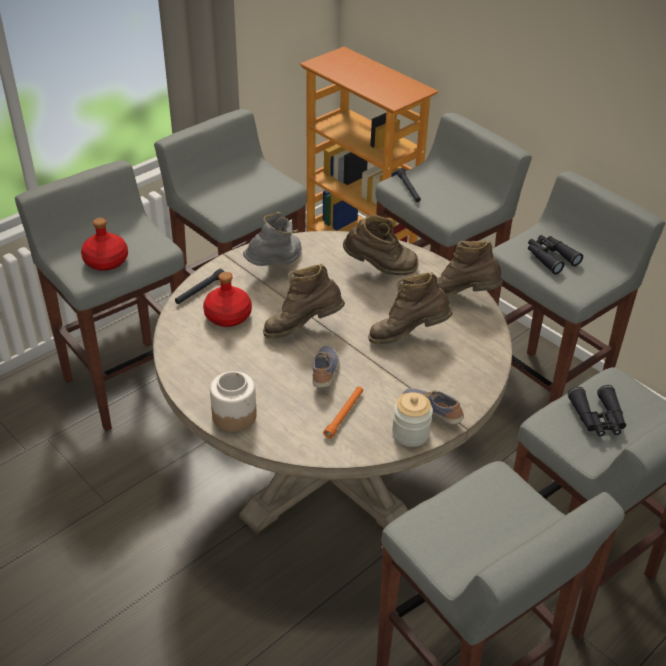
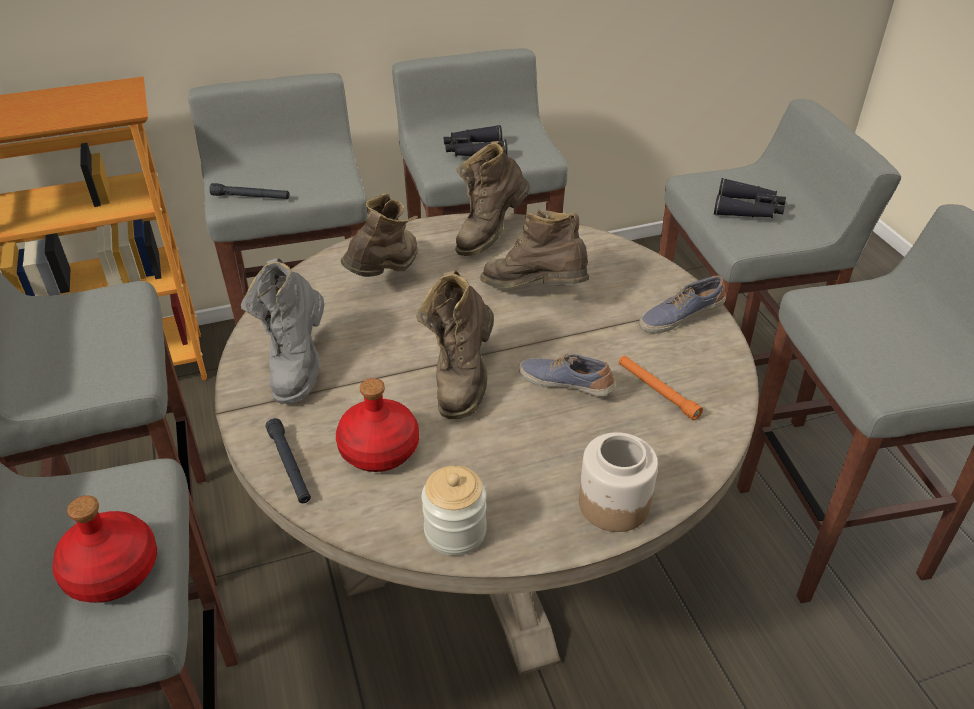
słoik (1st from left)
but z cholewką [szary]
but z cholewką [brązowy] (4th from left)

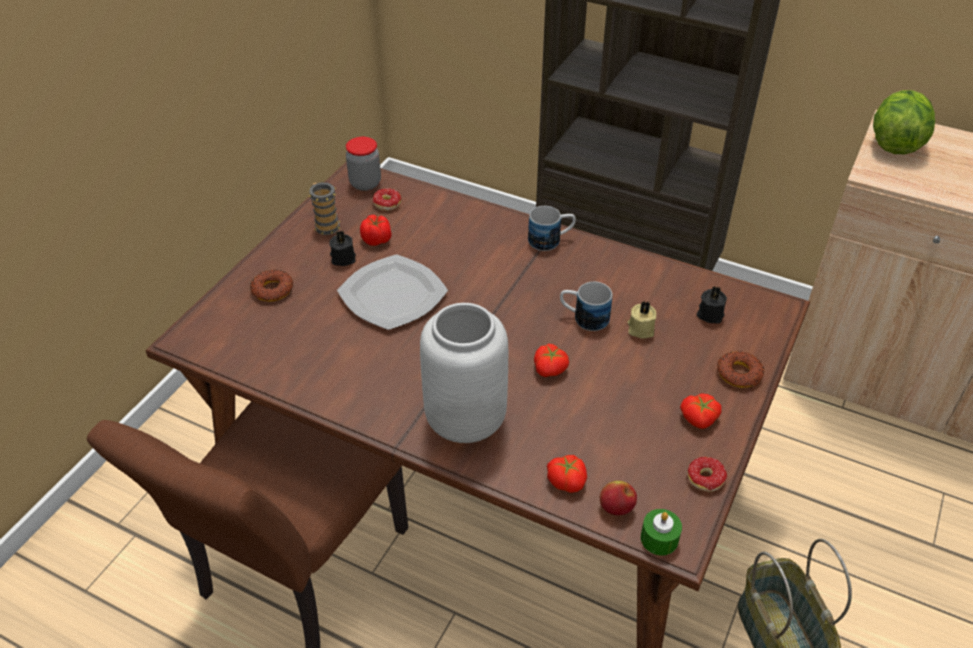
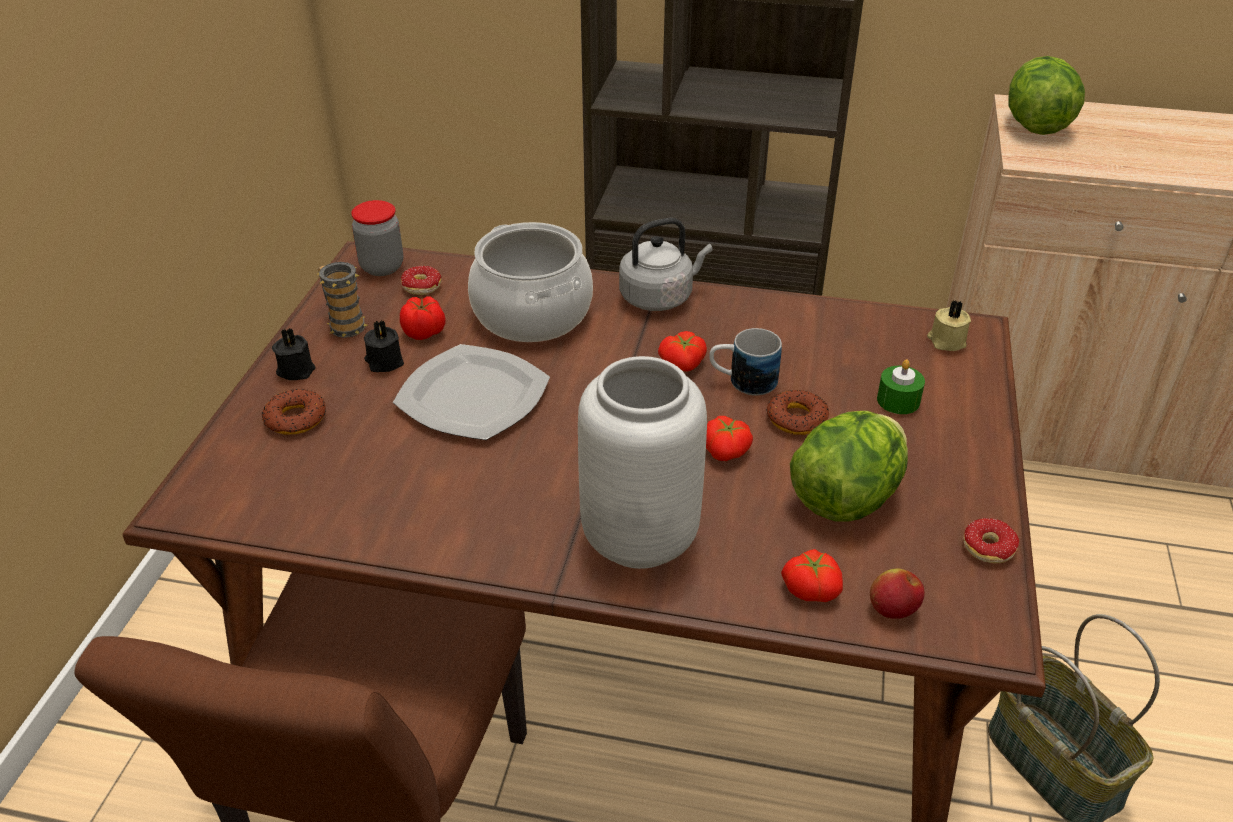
garnek
sałata (1st from left)
świeca [beżowy]
świeca [zielony]
pomidor (2nd from left)
świeca [czarny] (1st from left)
donut (3rd from left)
czajnik [szary]

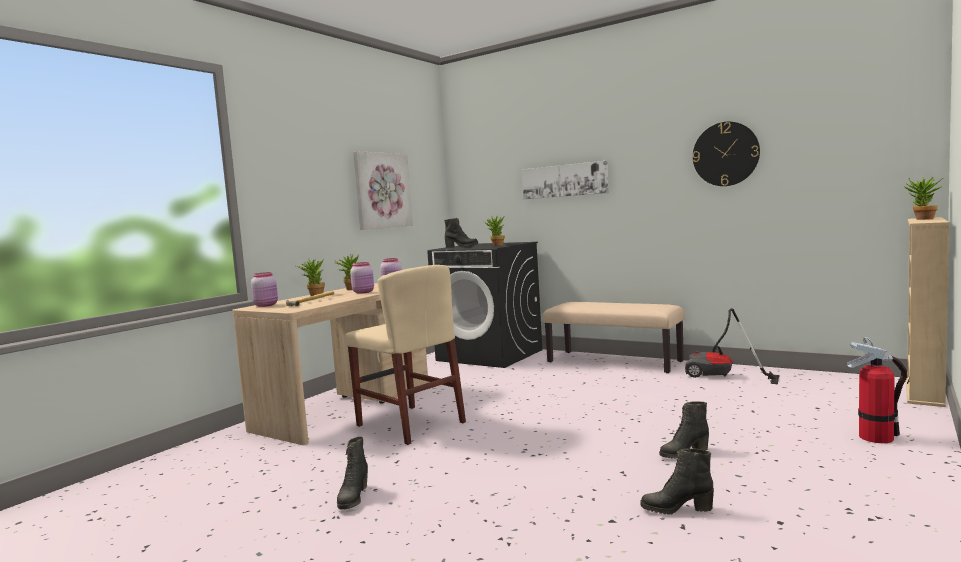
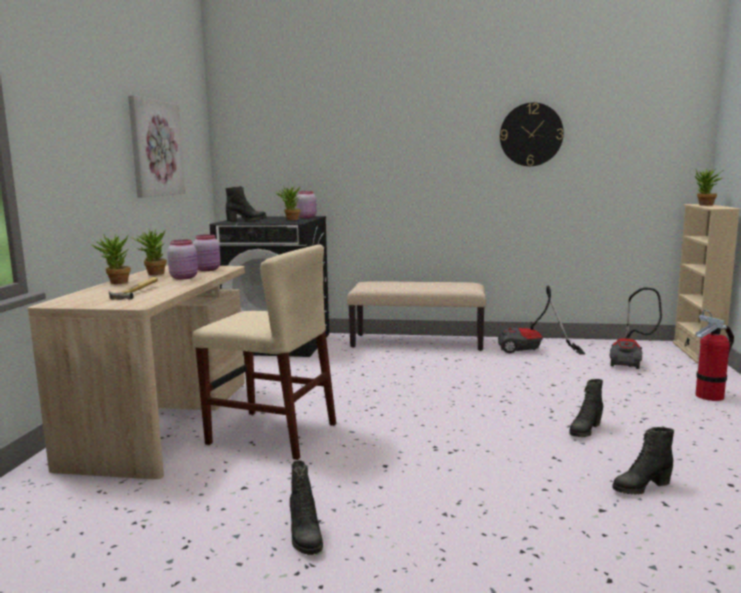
obraz (2nd from left in the first image)
odkurzacz (2nd from left)
słoik [różowy] (3rd from left)

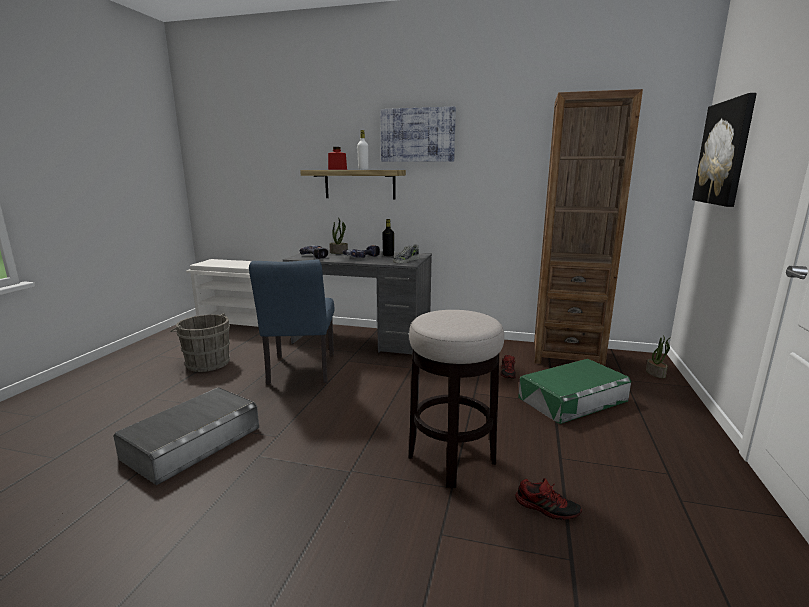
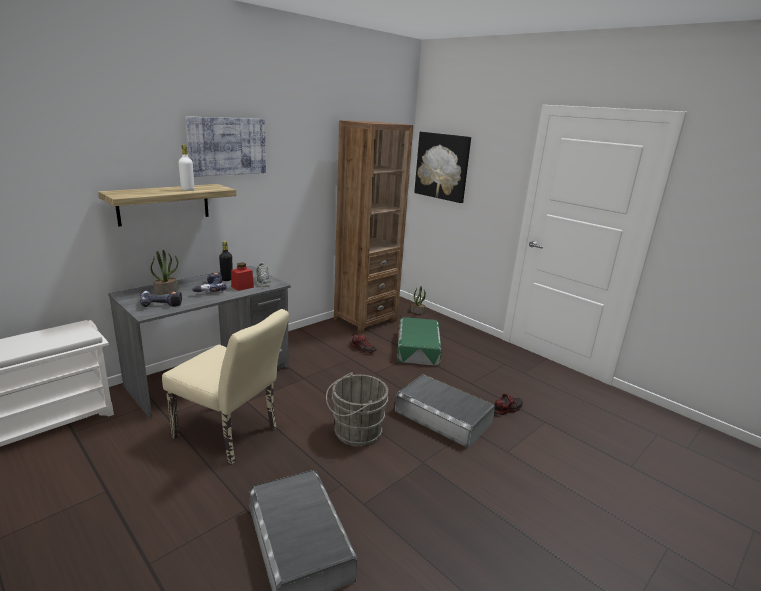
wiadro [szary]
słoik [czerwony]
pojemnik do przechowywania [szary] (2nd from left)
krzesło [beżowy]

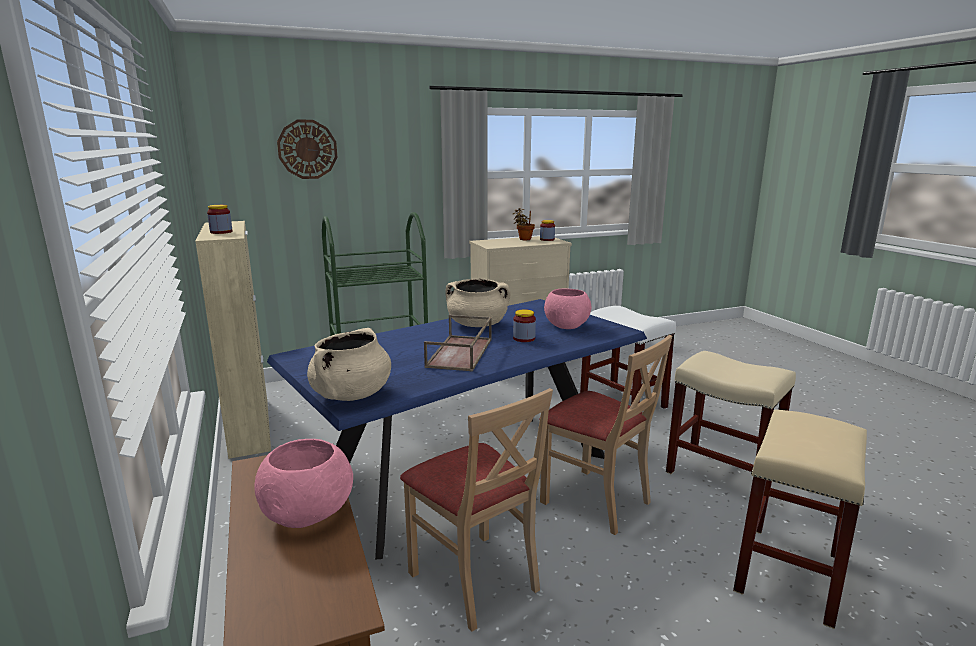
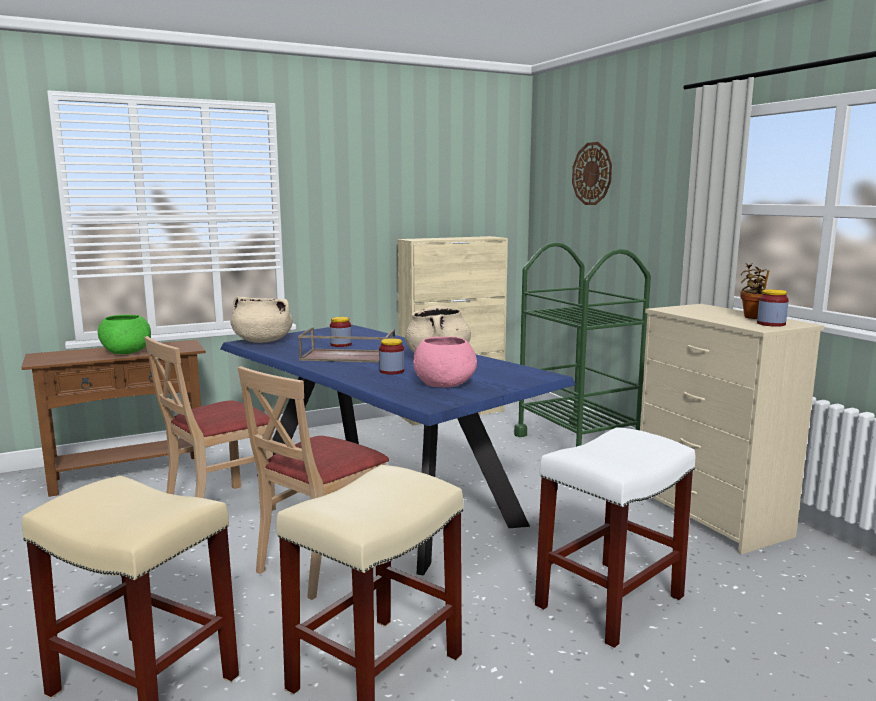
słoik (1st from left)
miska [zielony]

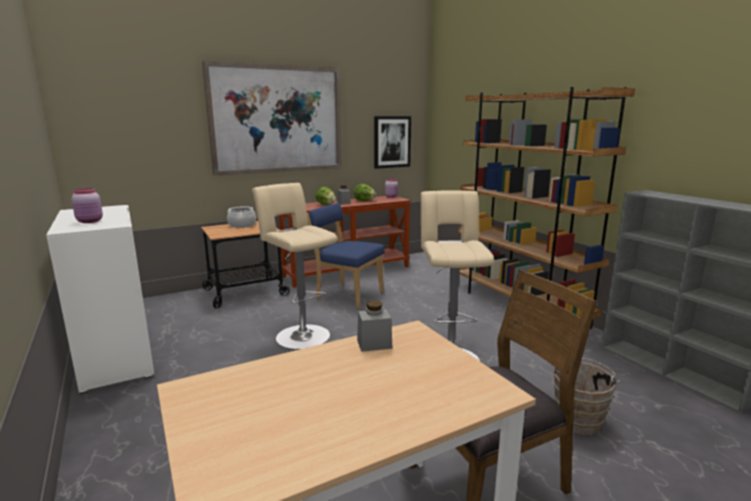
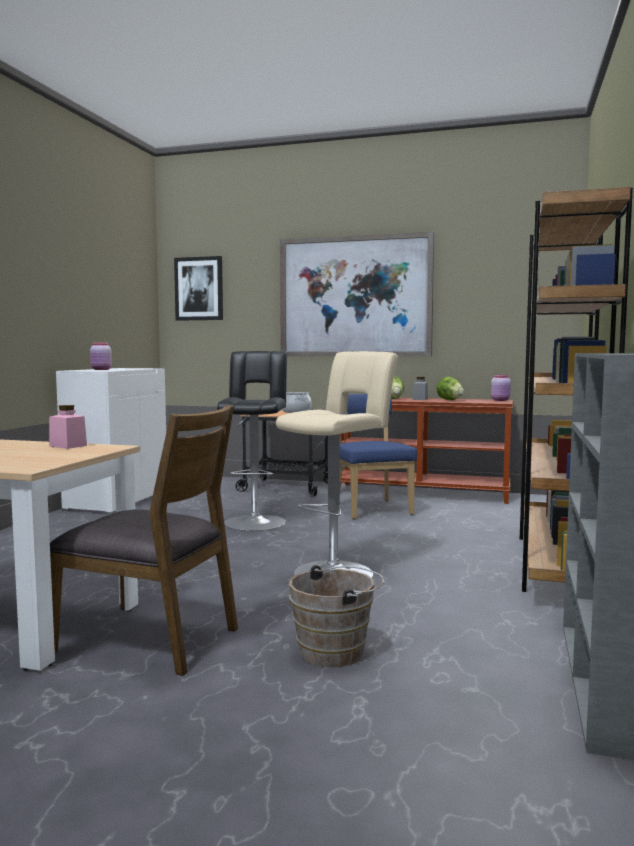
obraz (1st from left)
stołek [czarny]
słoik [różowy] (1st from left)

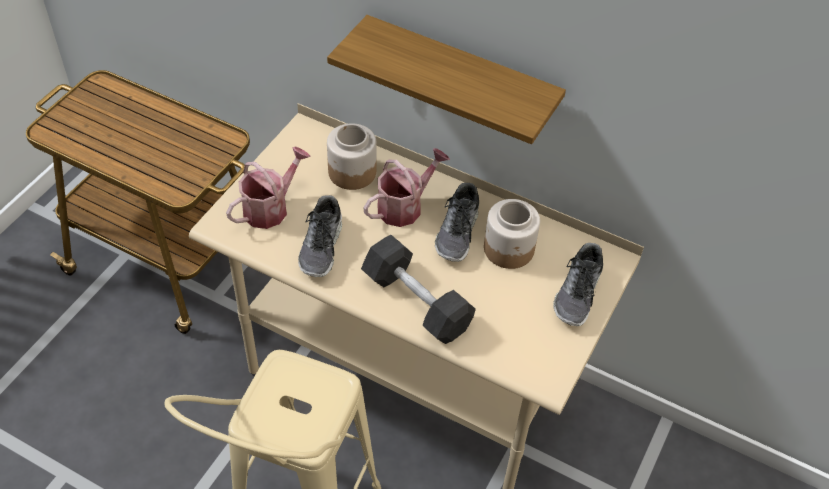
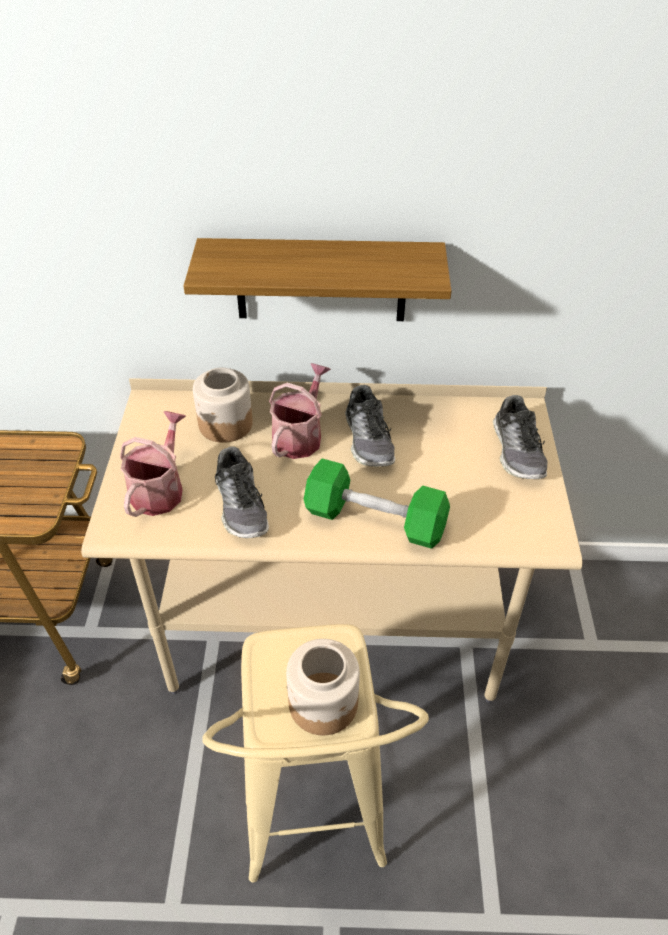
słoik (2nd from left)
hantel [zielony]

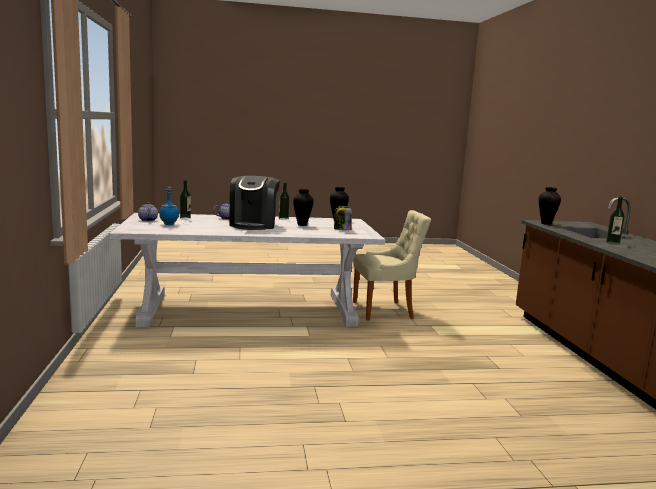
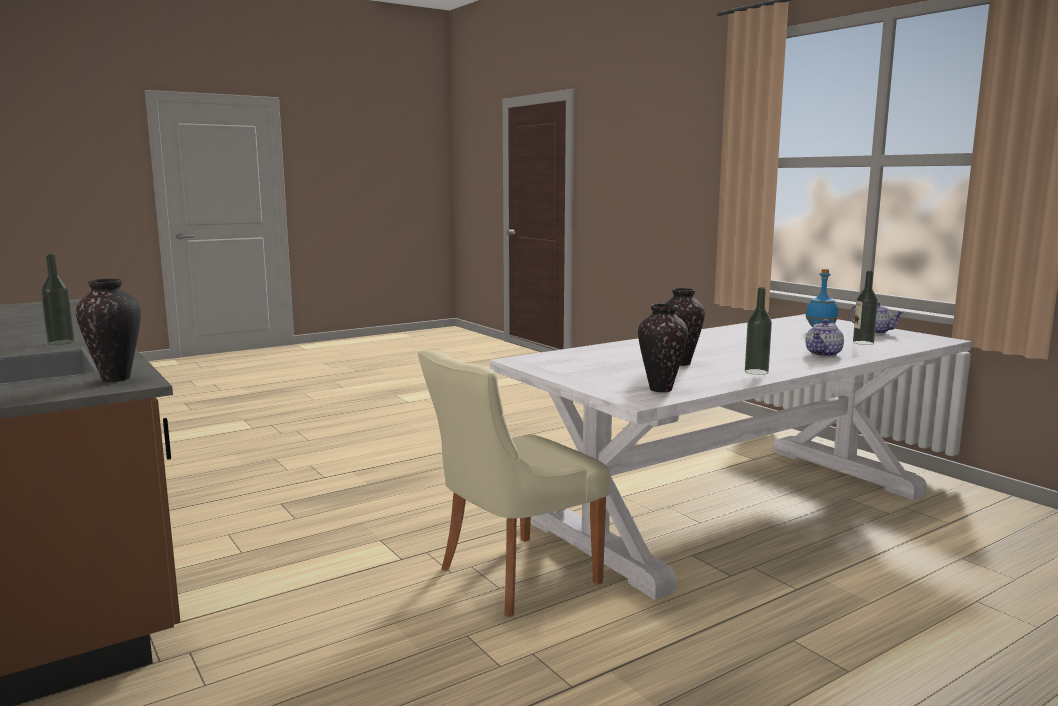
ekspres do kawy
słoik

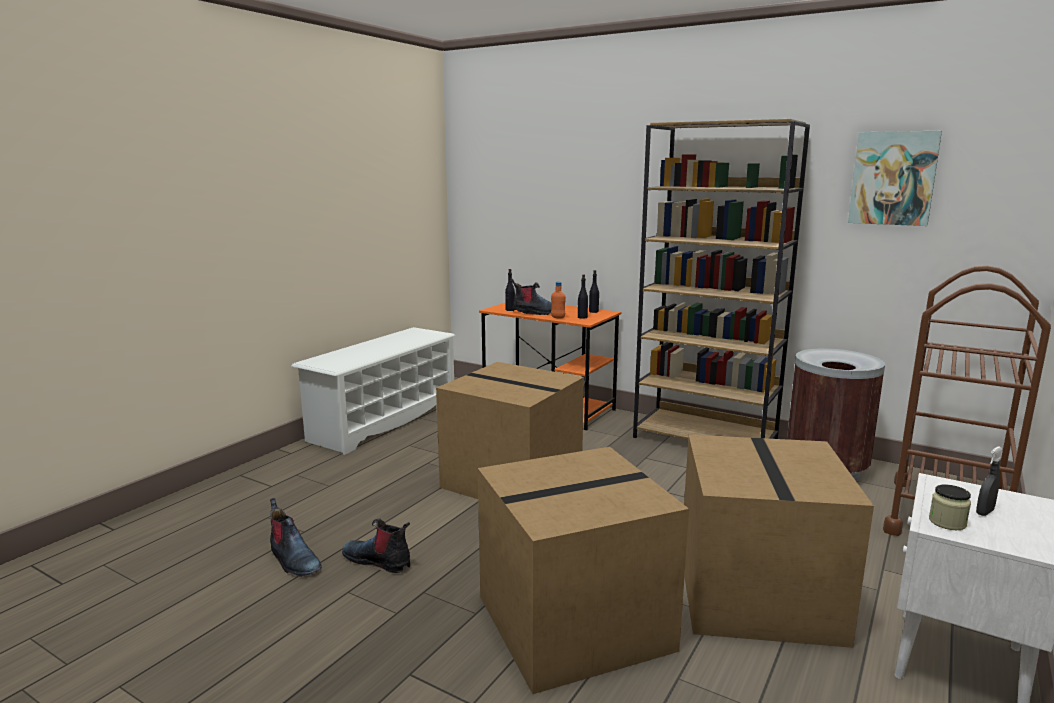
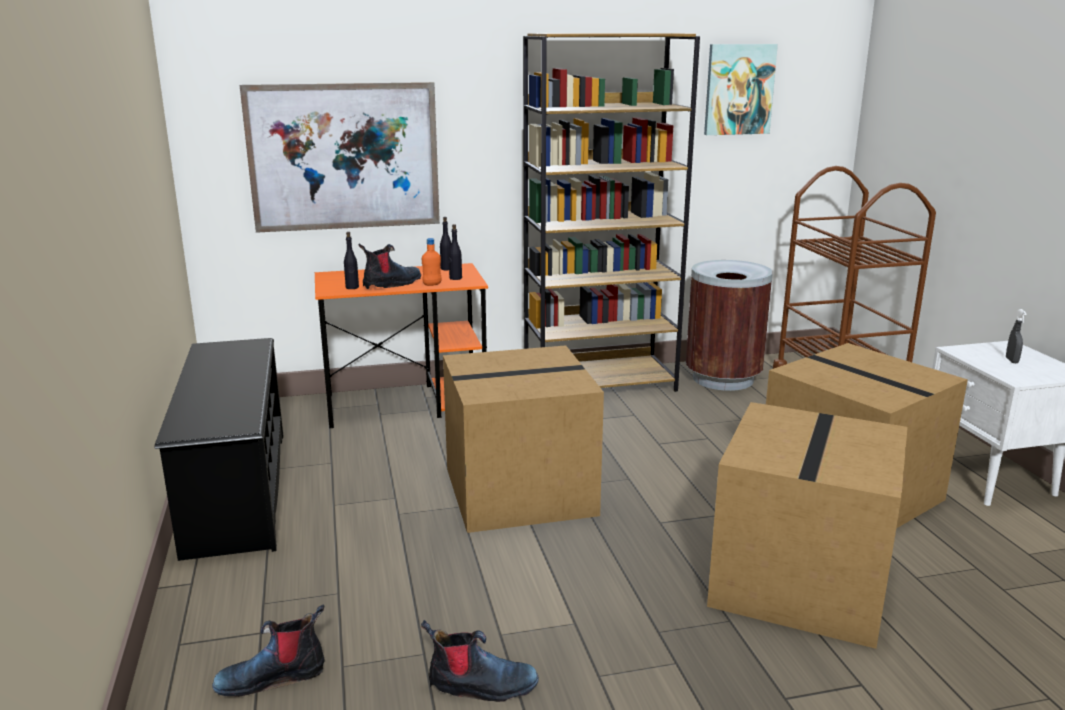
słoik
obraz (1st from left)
but z cholewką (1st from left)
regał na buty [czarny]

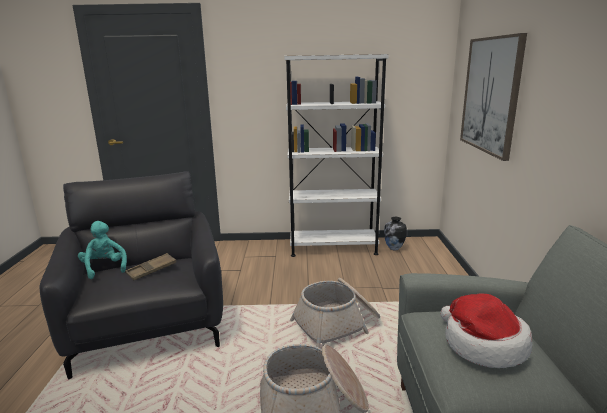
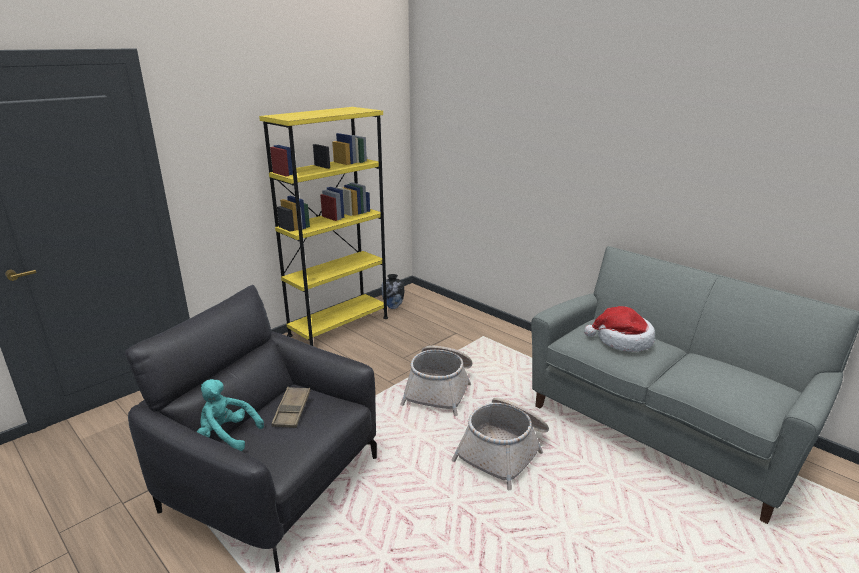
obraz
regał [żółty]

